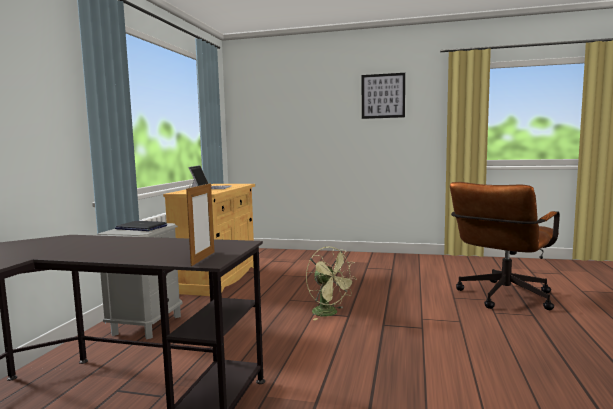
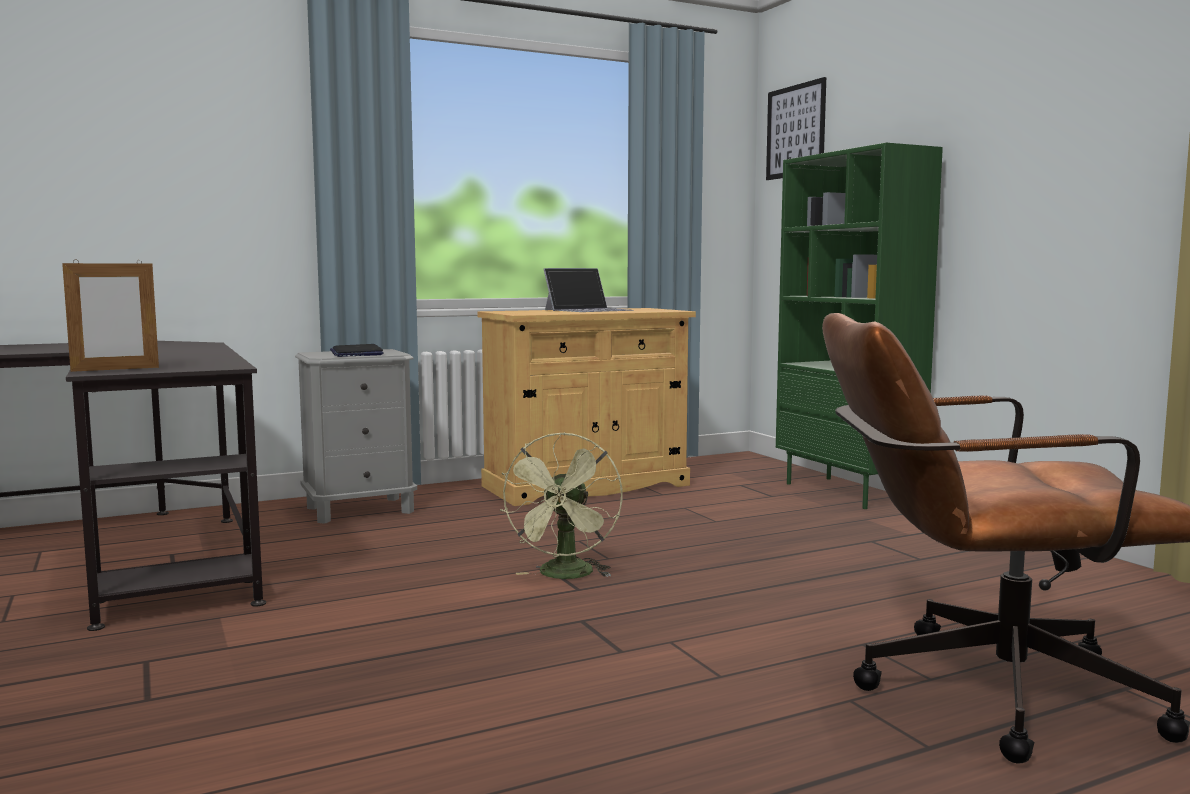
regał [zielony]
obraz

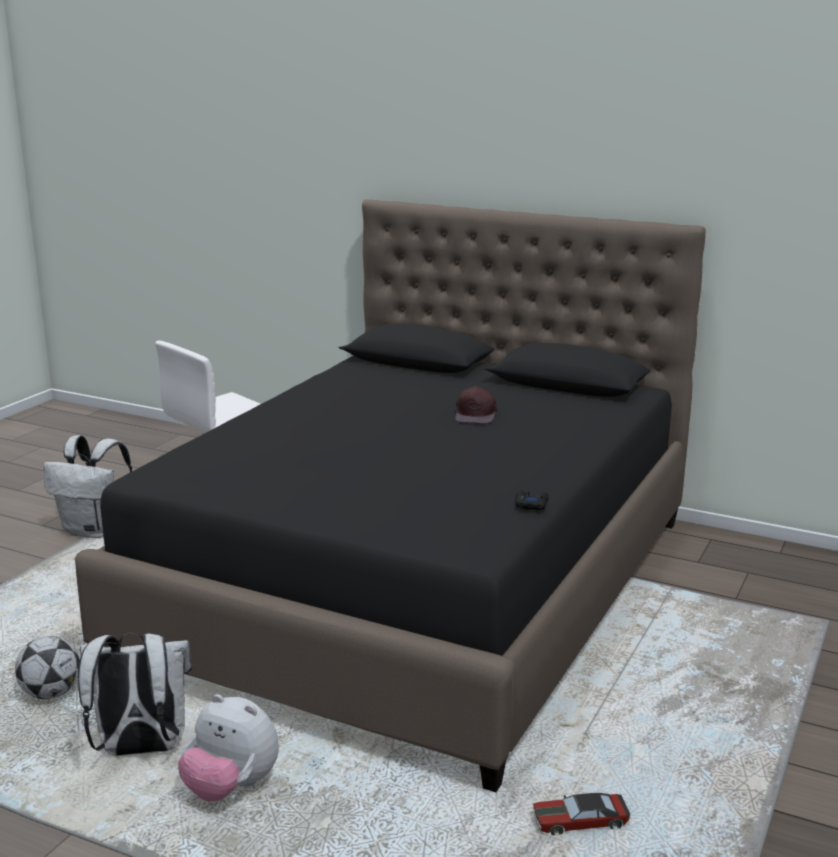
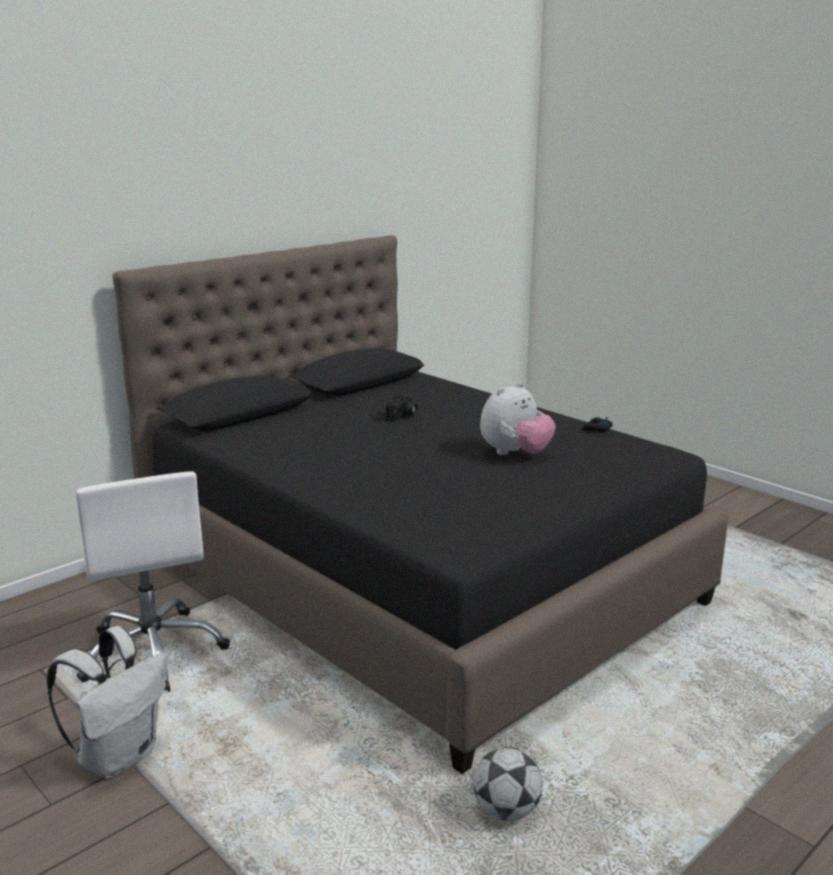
plecak [biały] (2nd from left in the first image)
samochodzik
pluszak
aparat fotograficzny

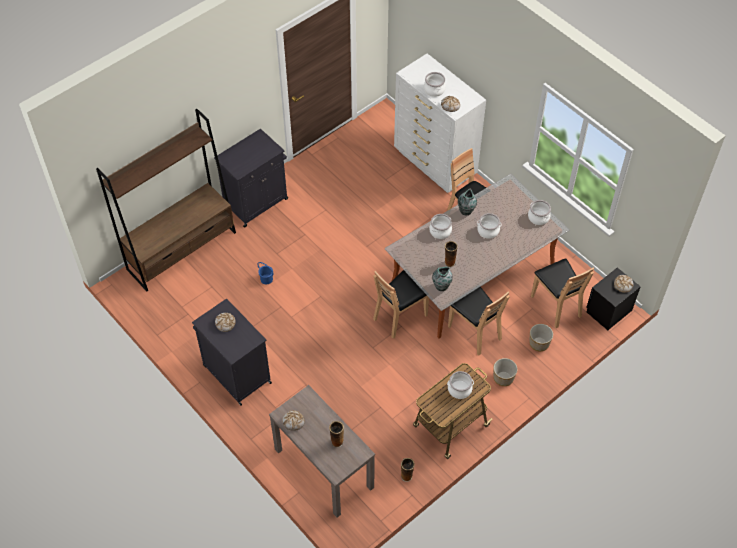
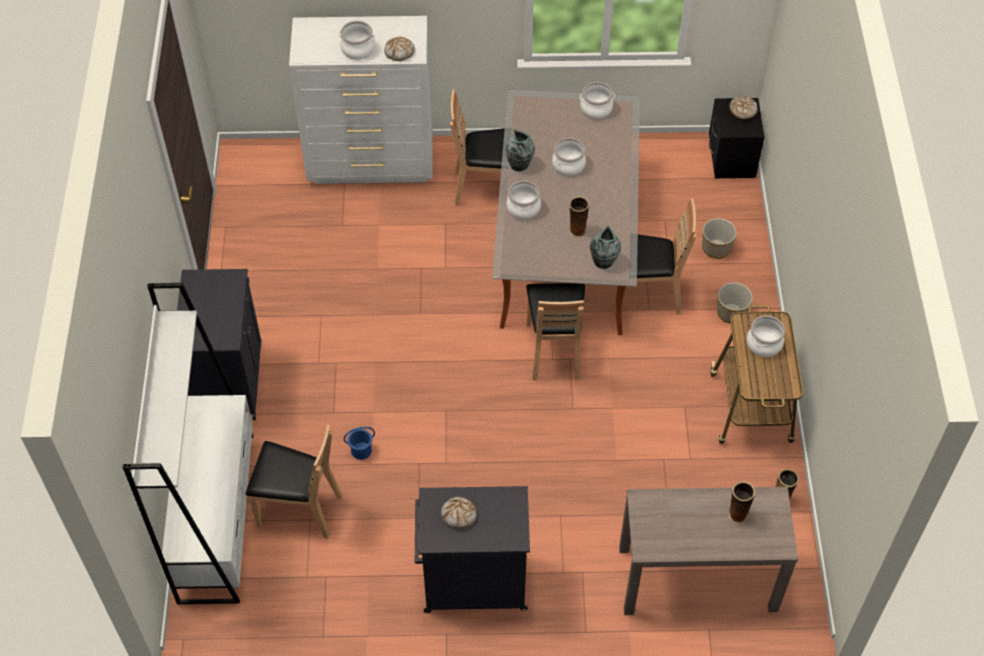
chleb (2nd from left in the first image)
krzesło [brązowy] (1st from left)
regał [biały]

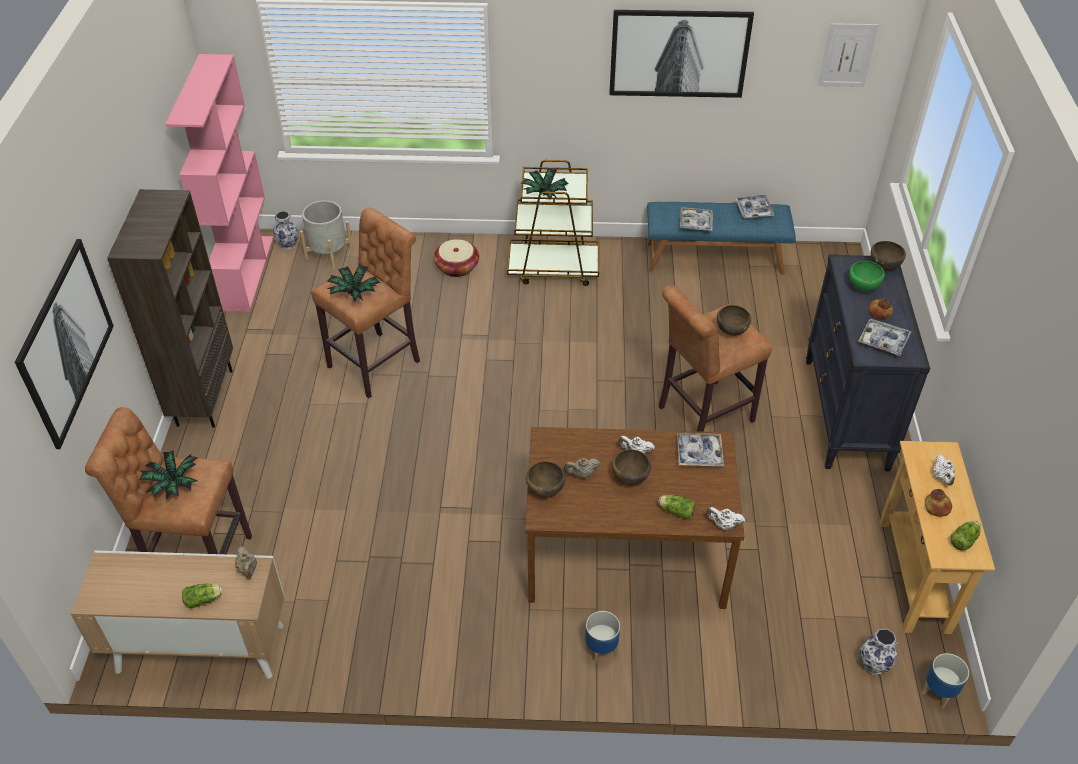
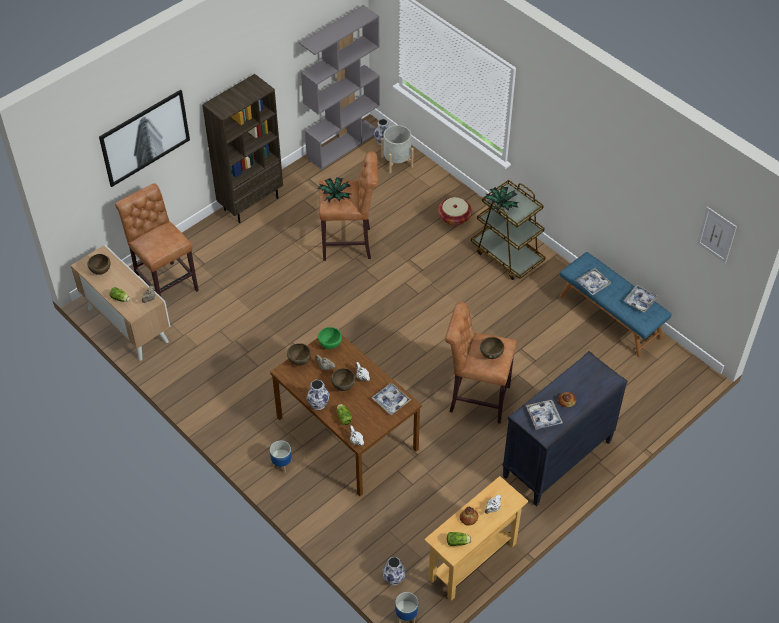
roślina doniczkowa (1st from left in the first image)
obraz (2nd from left in the first image)
wazon (1st from left)
miska [zielony]
miska [brązowy] (1st from left)
regał [szary]

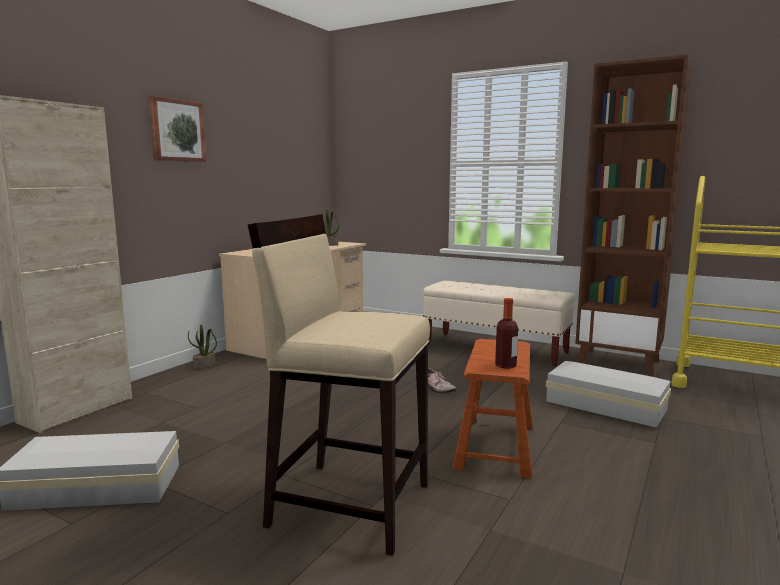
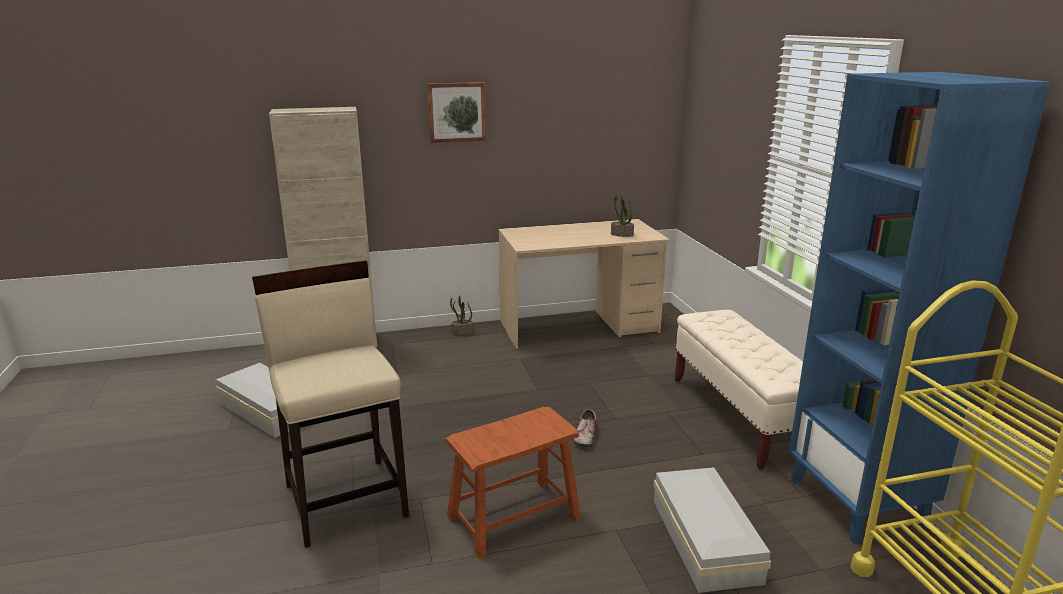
butelka
regał [niebieski]

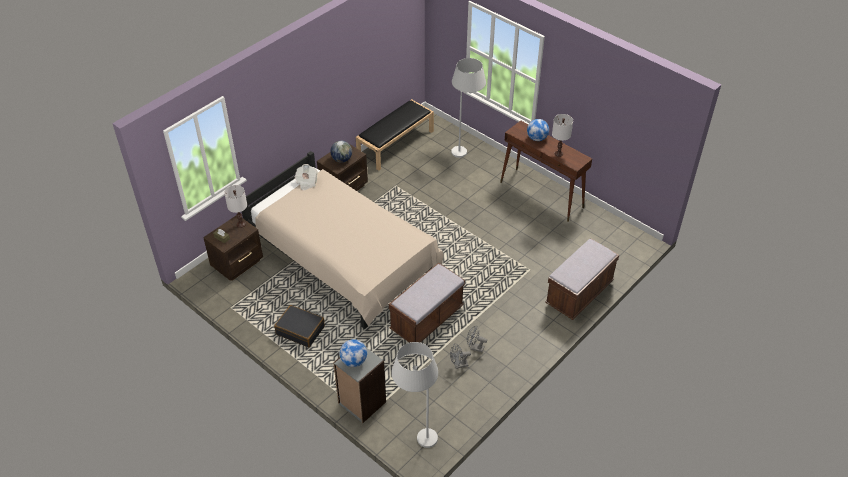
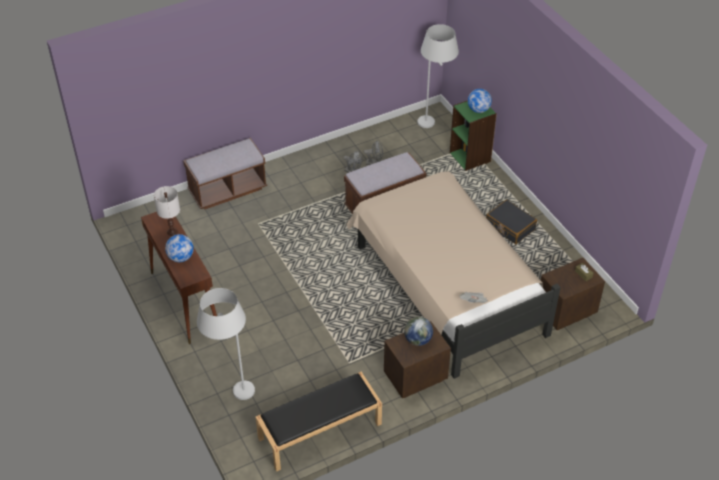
lampa stołowa [biały] (1st from left in the first image)
regał [zielony]

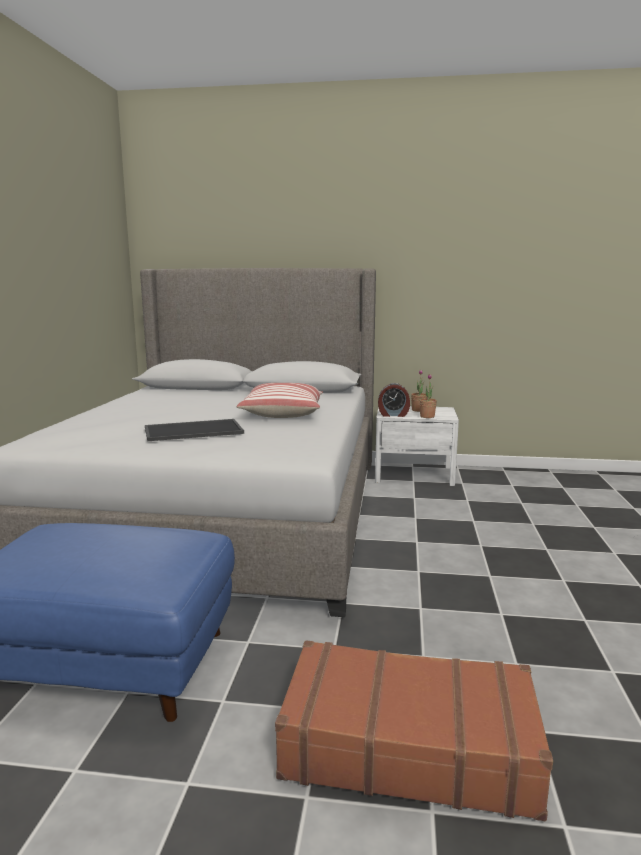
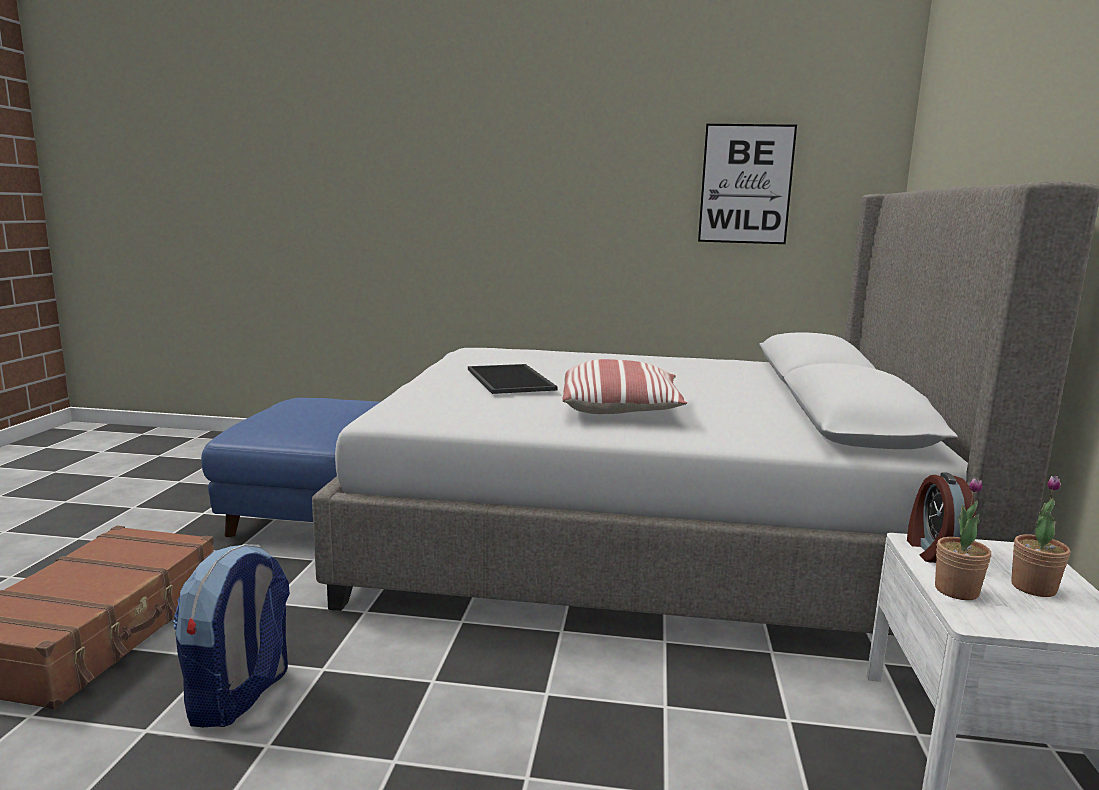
plecak
obraz

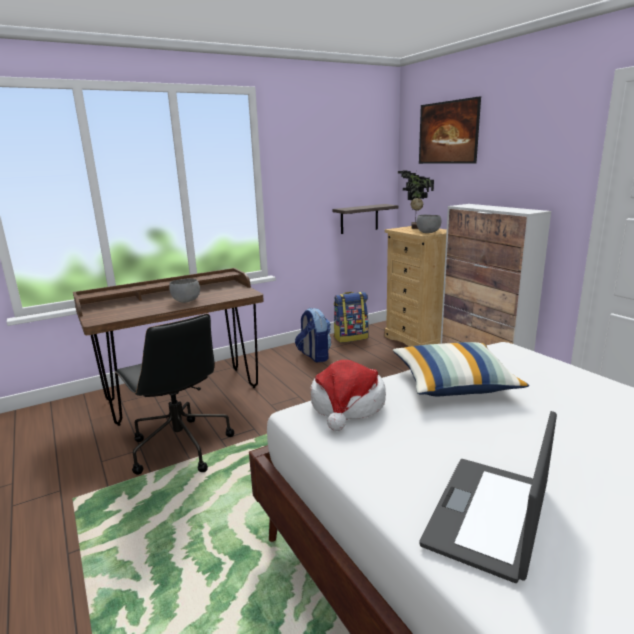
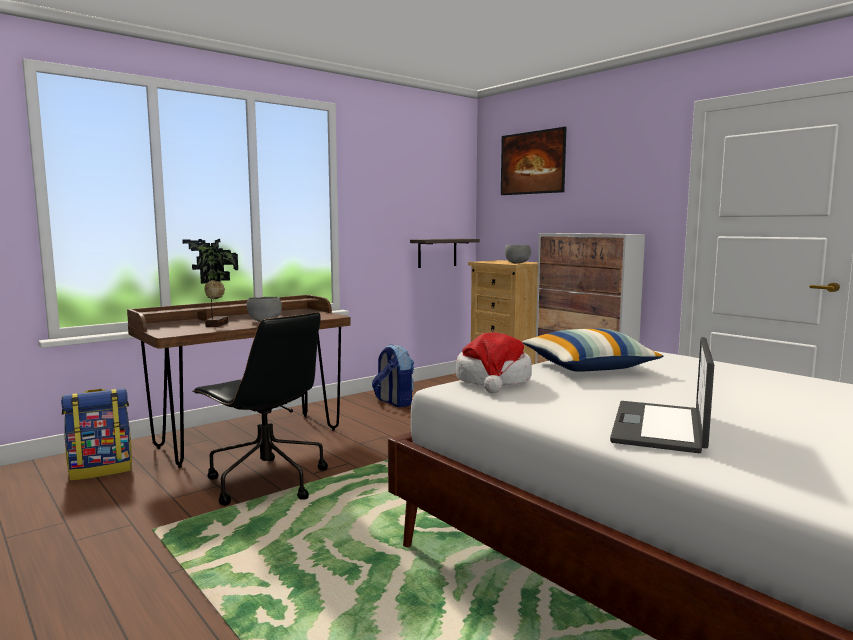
plecak (1st from left)
roślina doniczkowa

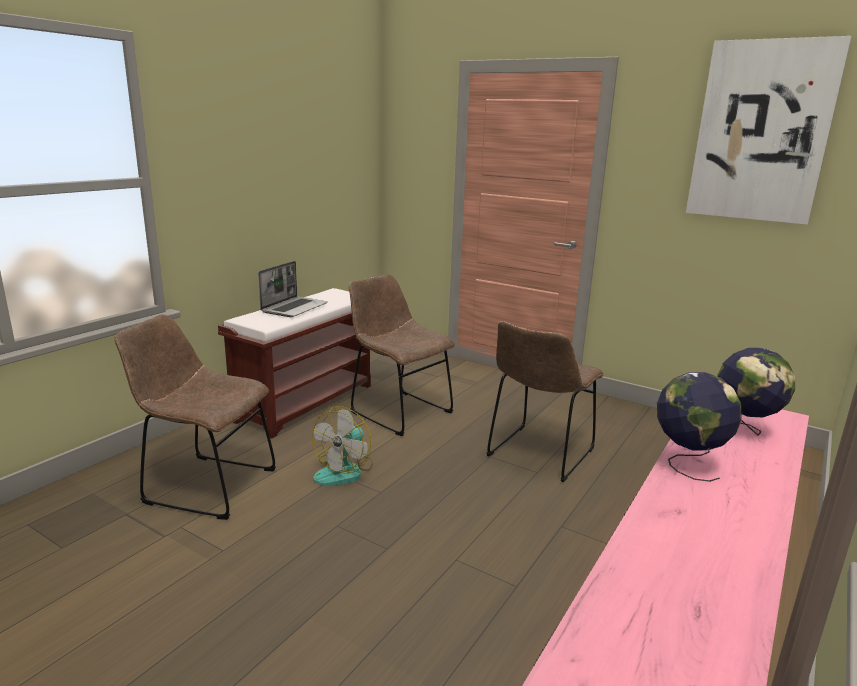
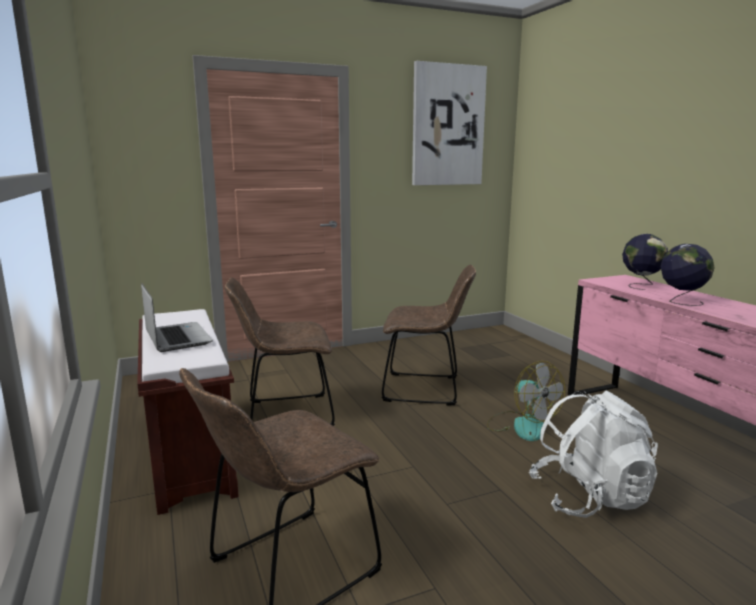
plecak [biały]
wentylator
krzesło [brązowy] (3rd from left)

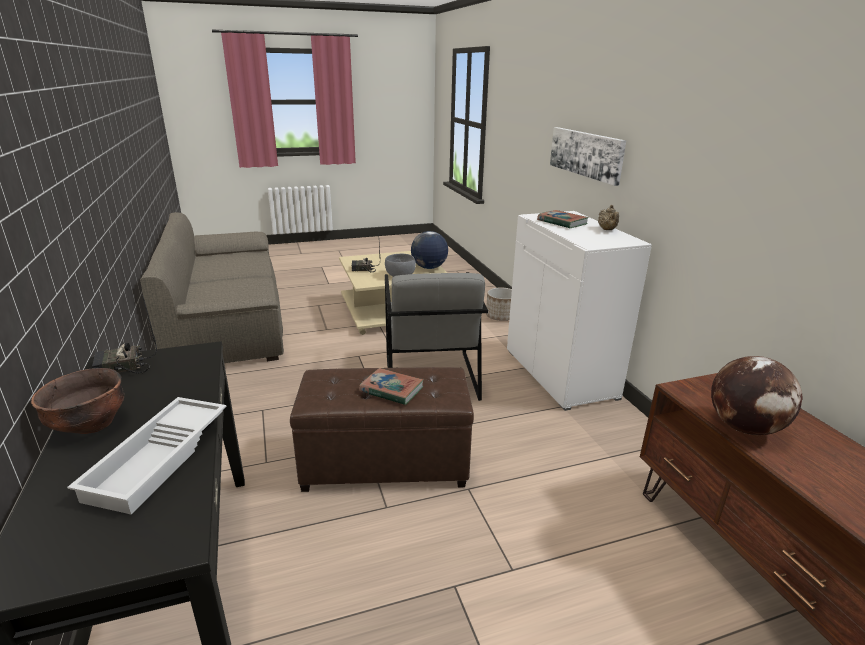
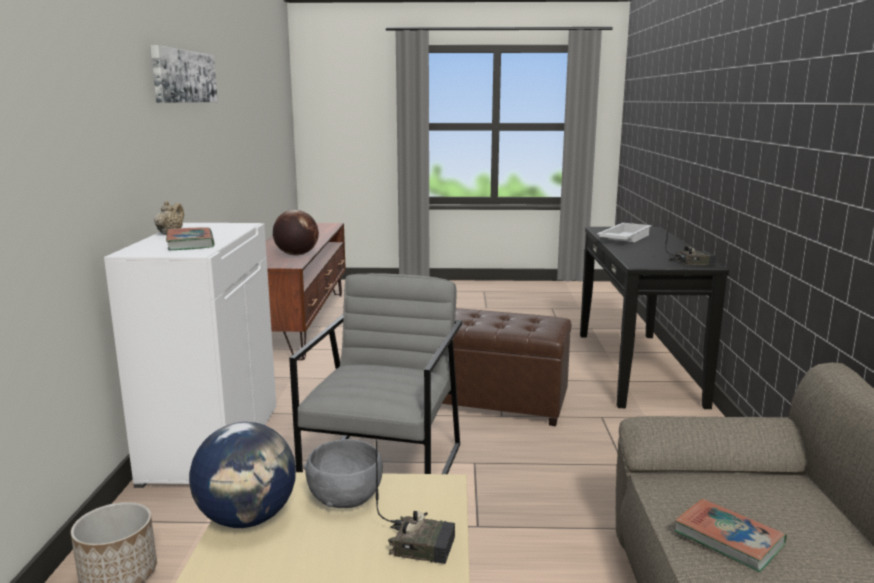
miska [brązowy]
książka (2nd from left)
obraz

